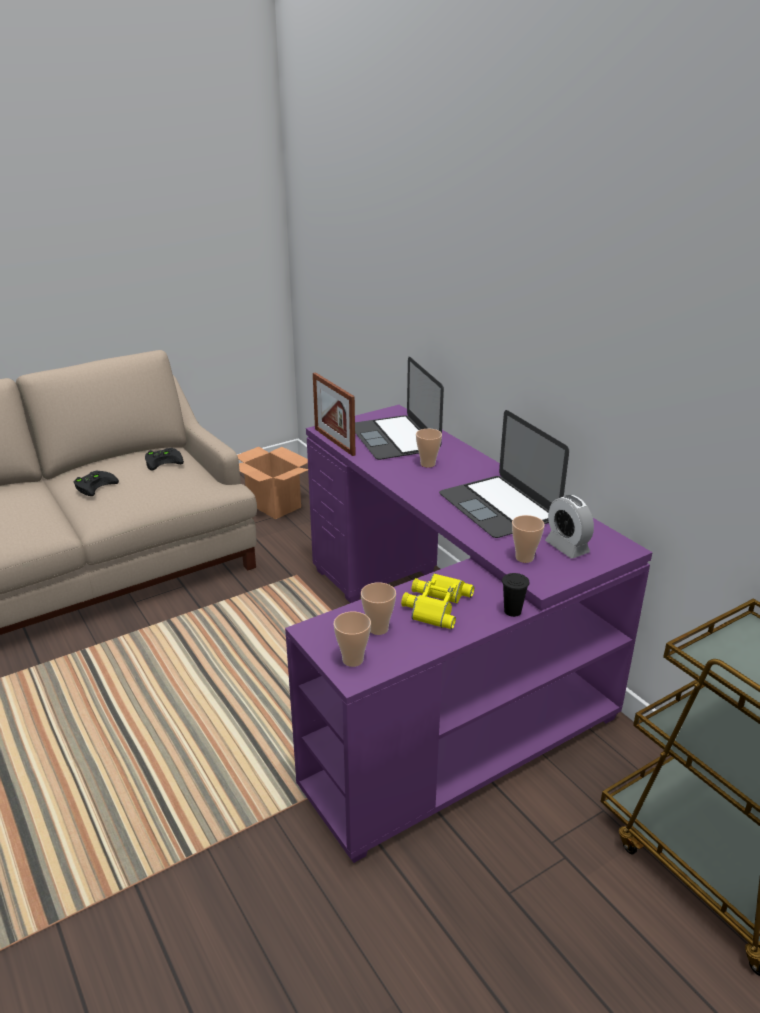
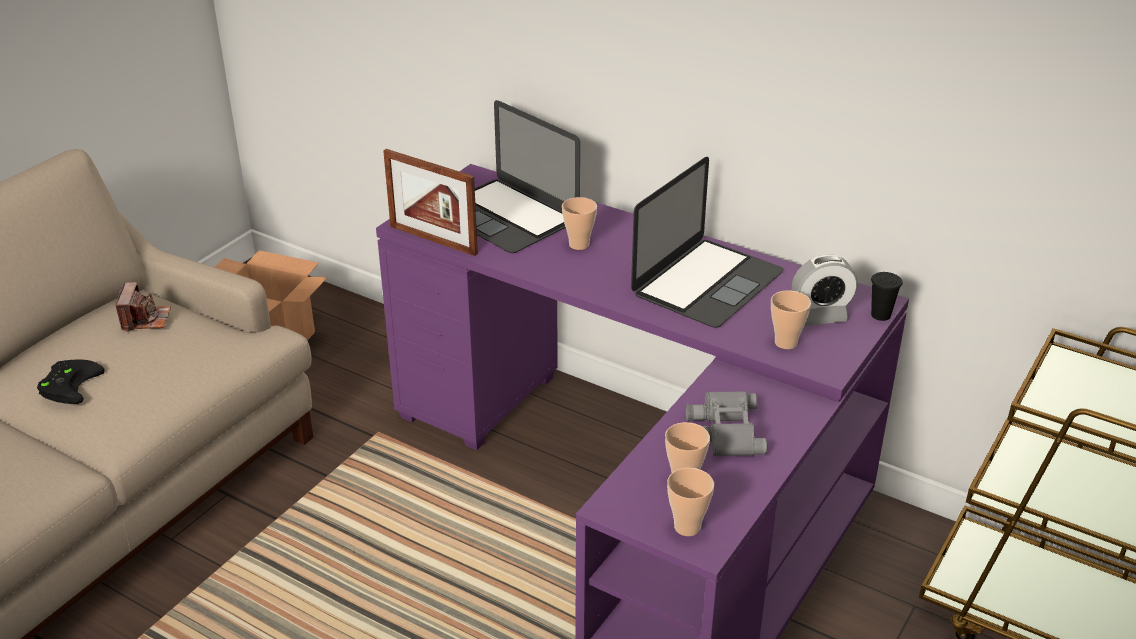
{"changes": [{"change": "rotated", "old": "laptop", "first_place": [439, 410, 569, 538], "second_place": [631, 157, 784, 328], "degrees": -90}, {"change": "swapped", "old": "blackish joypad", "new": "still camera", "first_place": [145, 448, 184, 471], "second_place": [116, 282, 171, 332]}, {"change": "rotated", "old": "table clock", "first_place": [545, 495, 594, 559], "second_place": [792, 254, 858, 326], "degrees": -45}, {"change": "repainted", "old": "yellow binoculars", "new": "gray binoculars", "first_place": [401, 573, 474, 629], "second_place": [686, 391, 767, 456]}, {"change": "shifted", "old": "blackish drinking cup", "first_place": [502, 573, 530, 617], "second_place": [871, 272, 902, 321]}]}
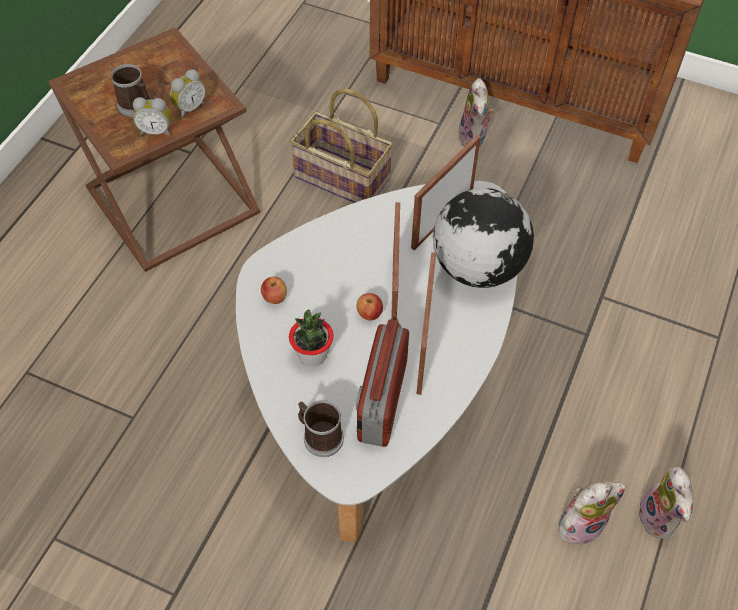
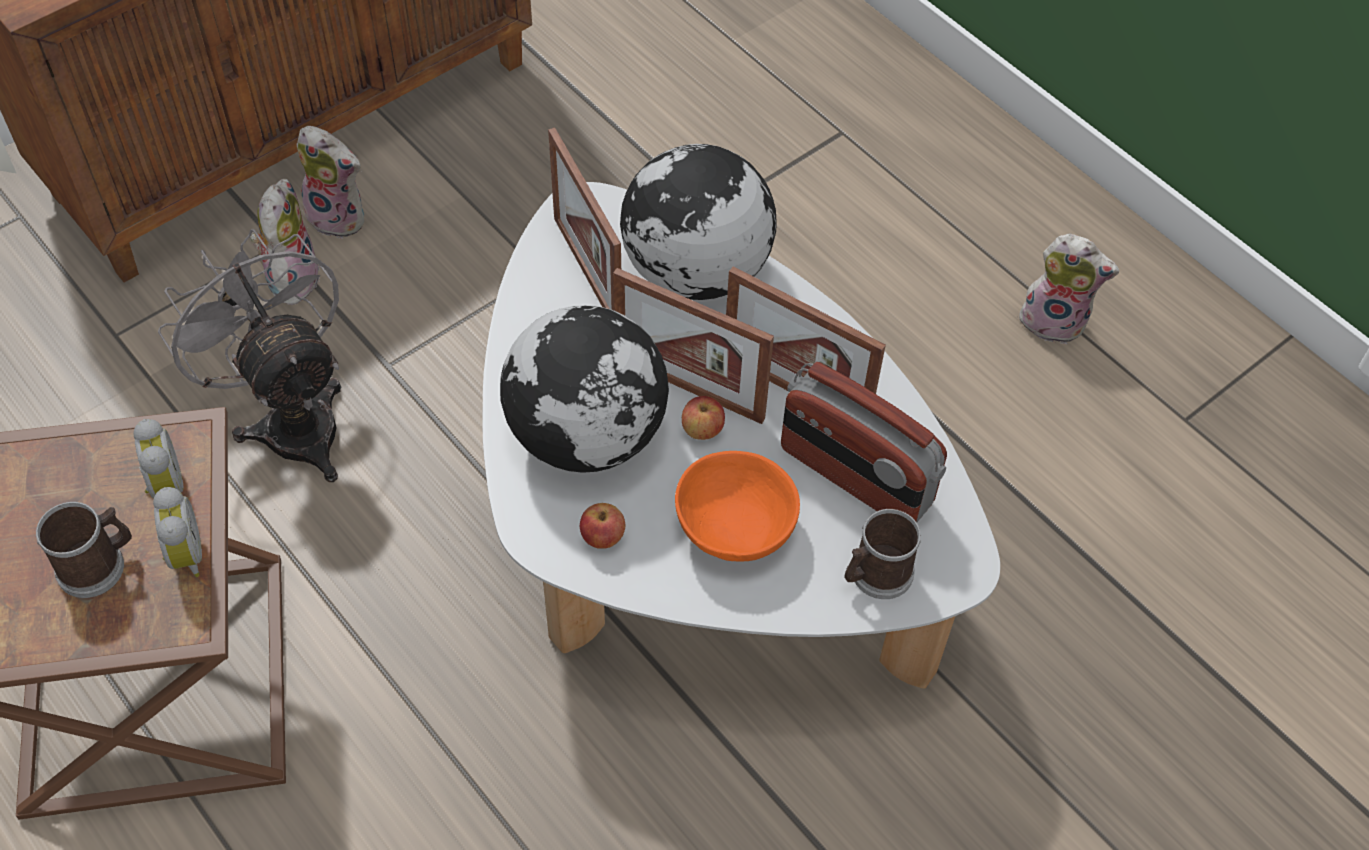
{"changes": [{"change": "swapped", "old": "household basket", "new": "gray electric fan", "first_place": [290, 88, 393, 203], "second_place": [158, 229, 341, 482]}, {"change": "rotated", "old": "table clock", "first_place": [133, 97, 171, 136], "second_place": [153, 487, 202, 577], "degrees": -45}, {"change": "swapped", "old": "potted plant", "new": "orange bowl", "first_place": [289, 310, 334, 367], "second_place": [675, 451, 800, 562]}, {"change": "shifted", "old": "soft toy", "first_place": [558, 482, 626, 545], "second_place": [250, 179, 320, 305]}, {"change": "new", "new": "desk globe", "second_place": [500, 305, 669, 473]}]}
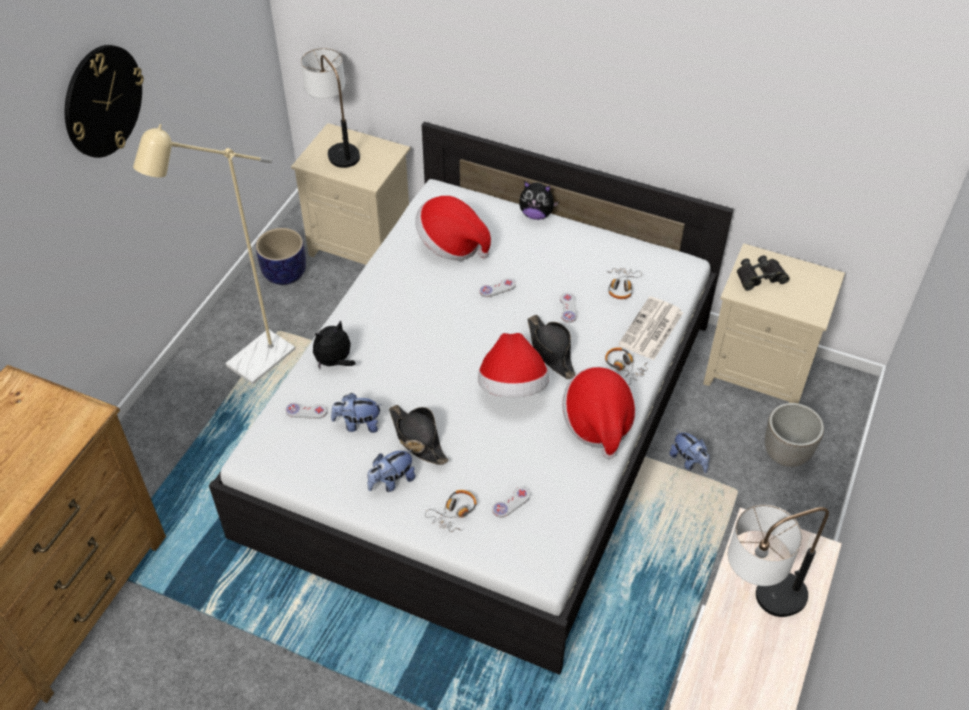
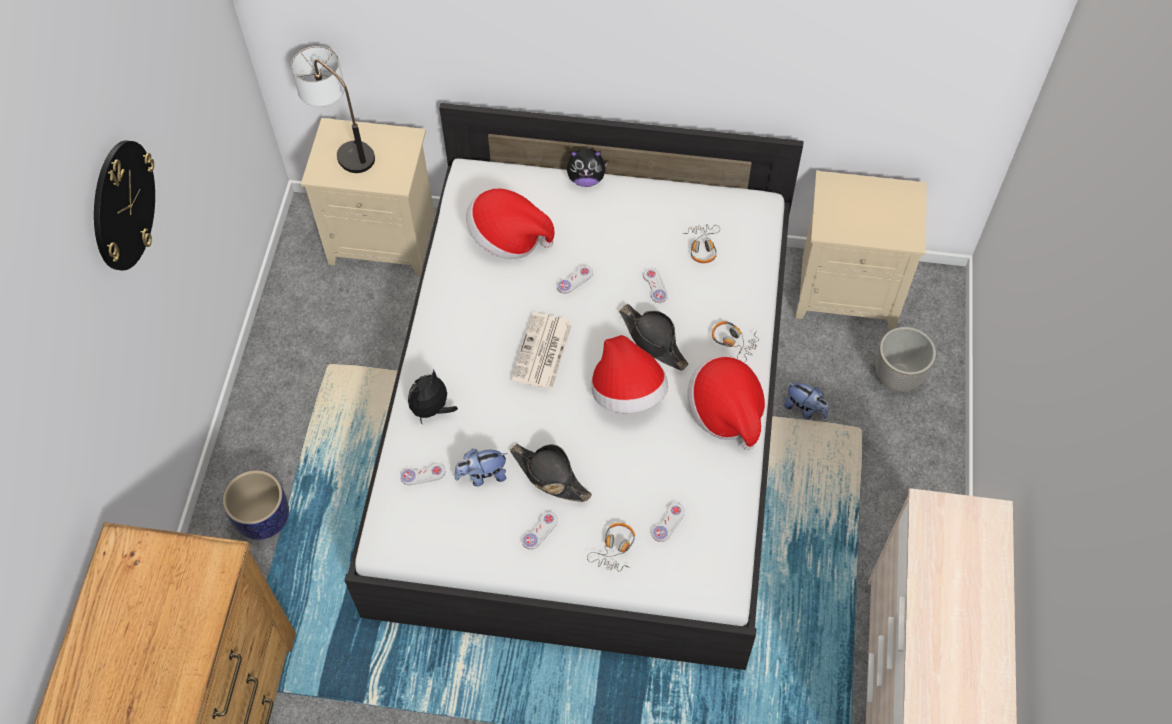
{"changes": [{"change": "gone", "old": "sand-coloured standard lamp", "first_place": [133, 124, 295, 384]}, {"change": "shifted", "old": "plant pot", "first_place": [256, 228, 306, 285], "second_place": [223, 470, 289, 540]}, {"change": "gone", "old": "blackish binoculars", "first_place": [737, 255, 790, 291]}, {"change": "shifted", "old": "newspaper", "first_place": [618, 296, 683, 360], "second_place": [511, 312, 572, 390]}, {"change": "swapped", "old": "soft toy", "new": "white joypad", "first_place": [367, 449, 415, 492], "second_place": [522, 511, 558, 550]}, {"change": "gone", "old": "lamp for a table", "first_place": [728, 504, 829, 617]}]}
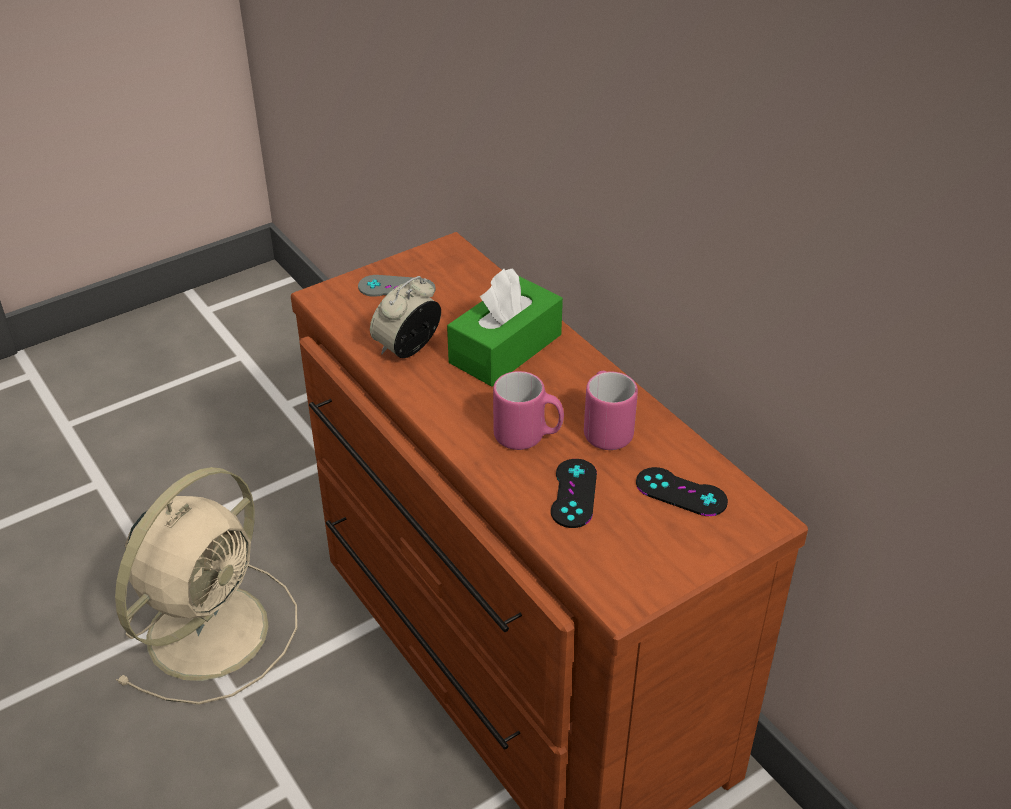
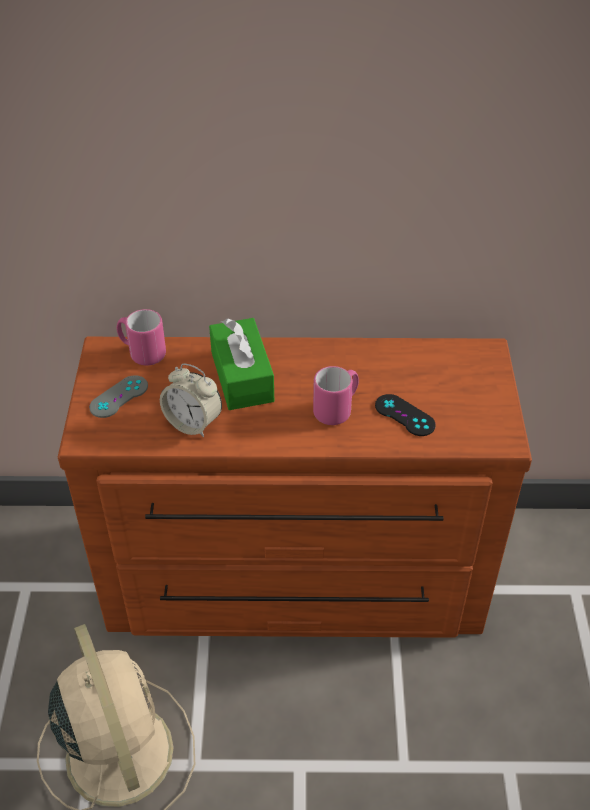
{"changes": [{"change": "rotated", "old": "table clock", "first_place": [370, 276, 441, 358], "second_place": [160, 363, 222, 437], "degrees": -45}, {"change": "shifted", "old": "pinkish tea mug", "first_place": [584, 371, 638, 450], "second_place": [117, 309, 166, 365]}, {"change": "gone", "old": "blackish joypad", "first_place": [636, 467, 728, 516]}]}
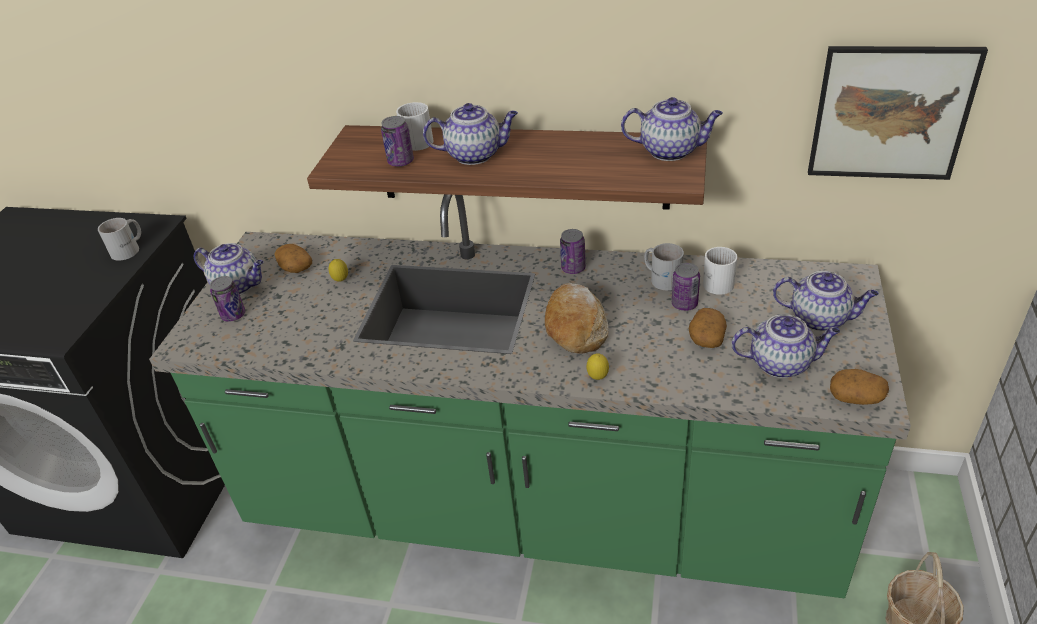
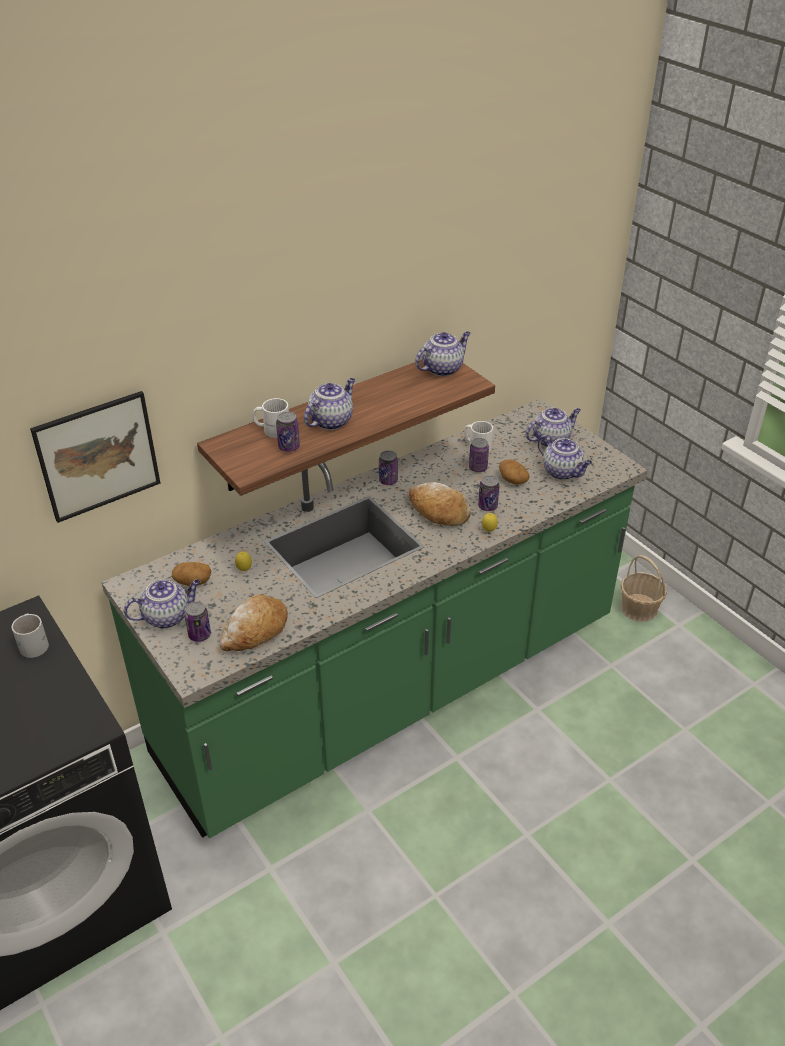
{"changes": [{"change": "shifted", "old": "picture", "first_place": [808, 46, 988, 180], "second_place": [30, 391, 160, 523]}, {"change": "gone", "old": "white tea mug", "first_place": [644, 243, 684, 290]}, {"change": "rotated", "old": "teapot", "first_place": [731, 314, 840, 378], "second_place": [538, 435, 592, 480], "degrees": 90}, {"change": "gone", "old": "spud", "first_place": [830, 369, 889, 405]}, {"change": "new", "new": "metal can", "second_place": [478, 475, 500, 511]}, {"change": "new", "new": "bakery bread", "second_place": [220, 594, 288, 652]}]}
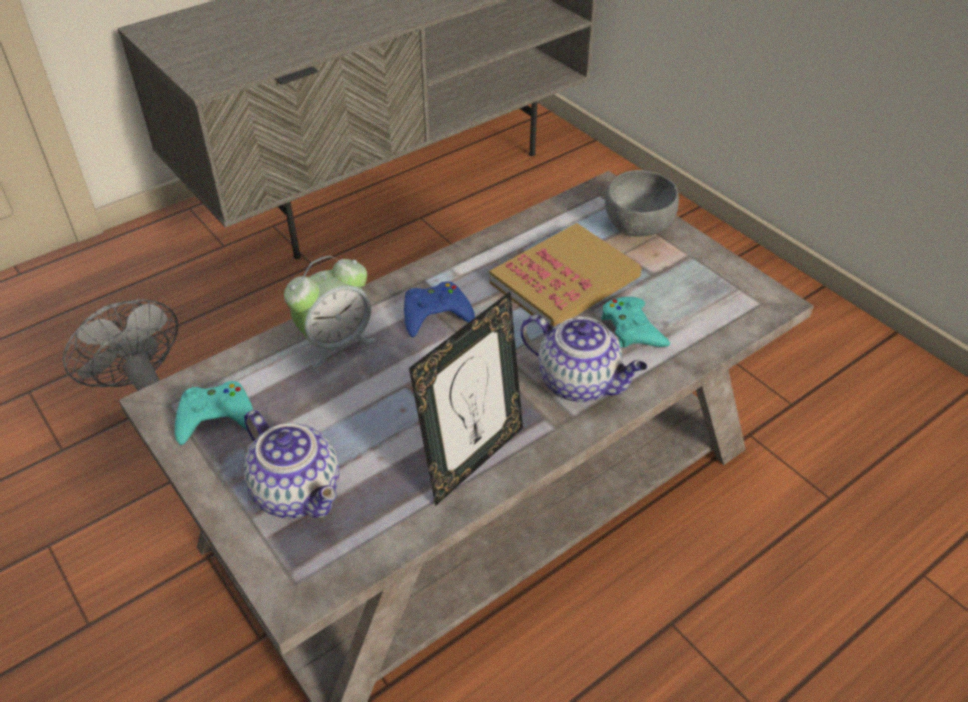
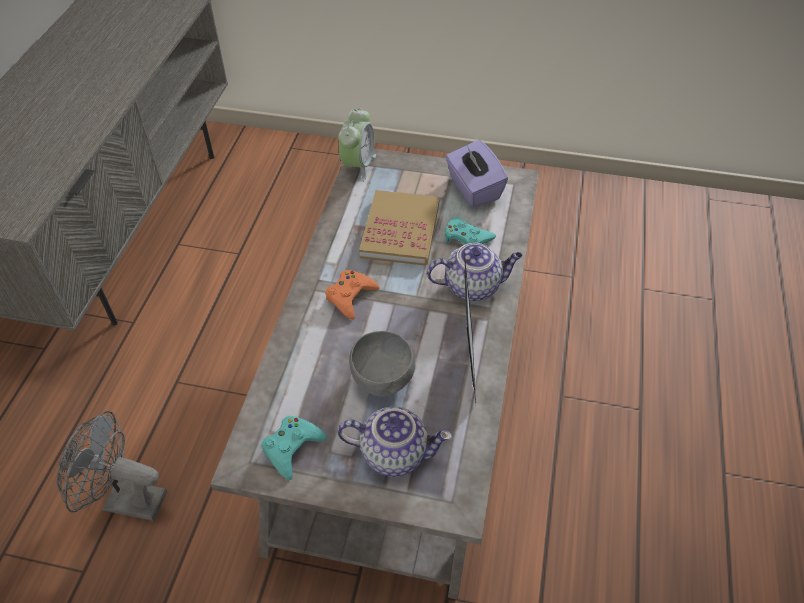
{"changes": [{"change": "shifted", "old": "gray bowl", "first_place": [605, 170, 679, 237], "second_place": [349, 331, 415, 397]}, {"change": "shifted", "old": "table clock", "first_place": [284, 256, 376, 368], "second_place": [338, 108, 376, 182]}, {"change": "repainted", "old": "bluish joypad", "new": "orange joypad", "first_place": [404, 282, 475, 337], "second_place": [325, 270, 379, 320]}, {"change": "new", "new": "purplish box of tissues", "second_place": [445, 140, 508, 207]}]}
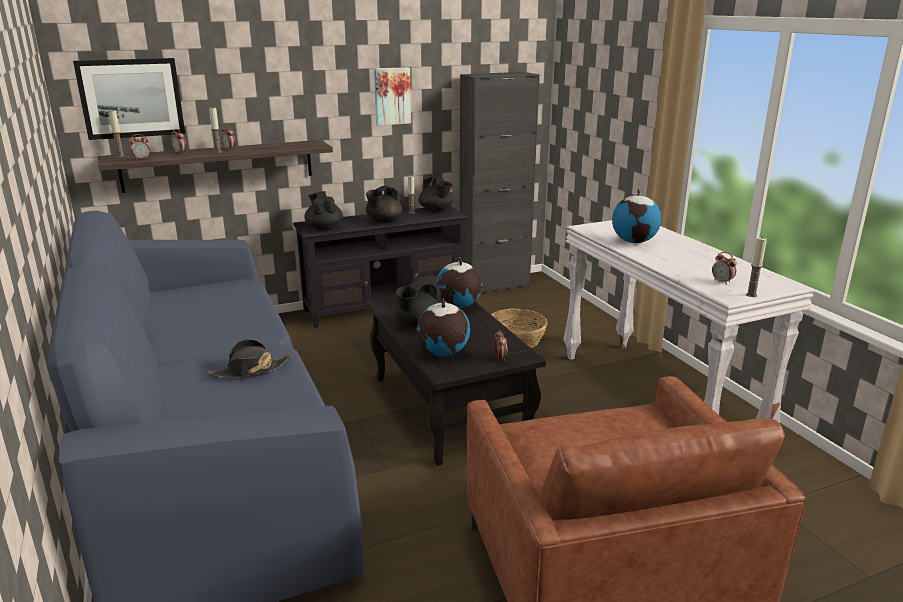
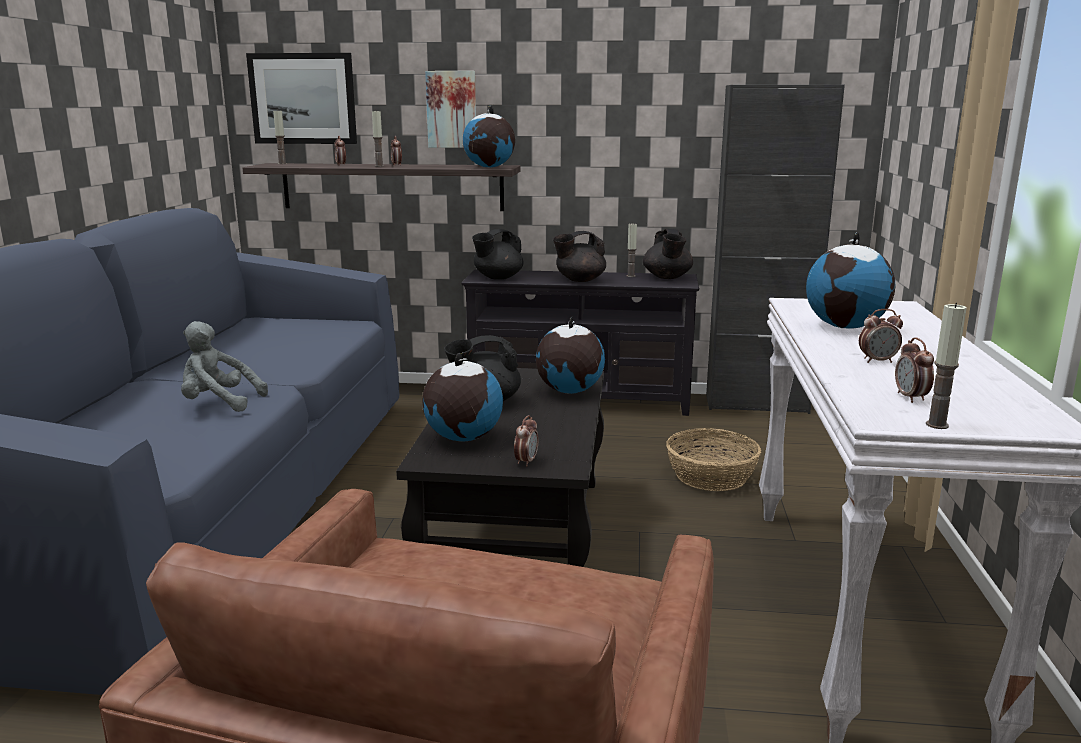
{"changes": [{"change": "shifted", "old": "picture", "first_place": [374, 67, 411, 126], "second_place": [425, 71, 476, 148]}, {"change": "shifted", "old": "table clock", "first_place": [129, 134, 150, 160], "second_place": [859, 309, 903, 363]}, {"change": "rotated", "old": "blackish teapot", "first_place": [304, 191, 343, 230], "second_place": [472, 229, 523, 280], "degrees": -135}, {"change": "swapped", "old": "blackish wearable hat", "new": "gray soft toy", "first_place": [208, 339, 292, 378], "second_place": [181, 321, 268, 412]}, {"change": "new", "new": "desk globe", "second_place": [463, 105, 515, 168]}]}
